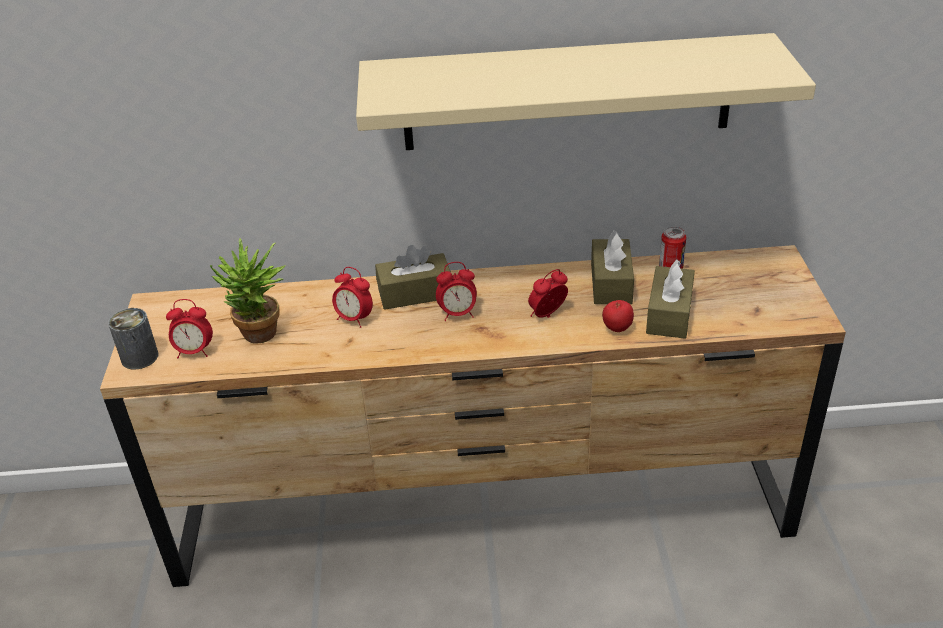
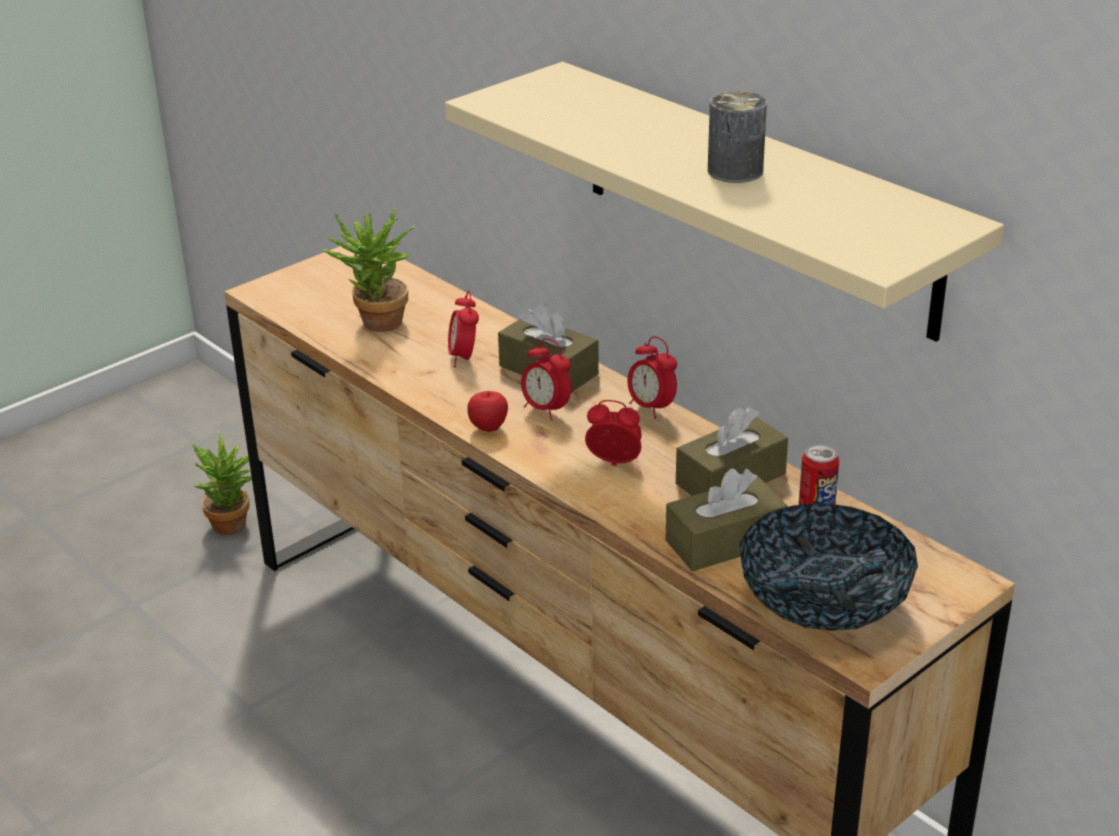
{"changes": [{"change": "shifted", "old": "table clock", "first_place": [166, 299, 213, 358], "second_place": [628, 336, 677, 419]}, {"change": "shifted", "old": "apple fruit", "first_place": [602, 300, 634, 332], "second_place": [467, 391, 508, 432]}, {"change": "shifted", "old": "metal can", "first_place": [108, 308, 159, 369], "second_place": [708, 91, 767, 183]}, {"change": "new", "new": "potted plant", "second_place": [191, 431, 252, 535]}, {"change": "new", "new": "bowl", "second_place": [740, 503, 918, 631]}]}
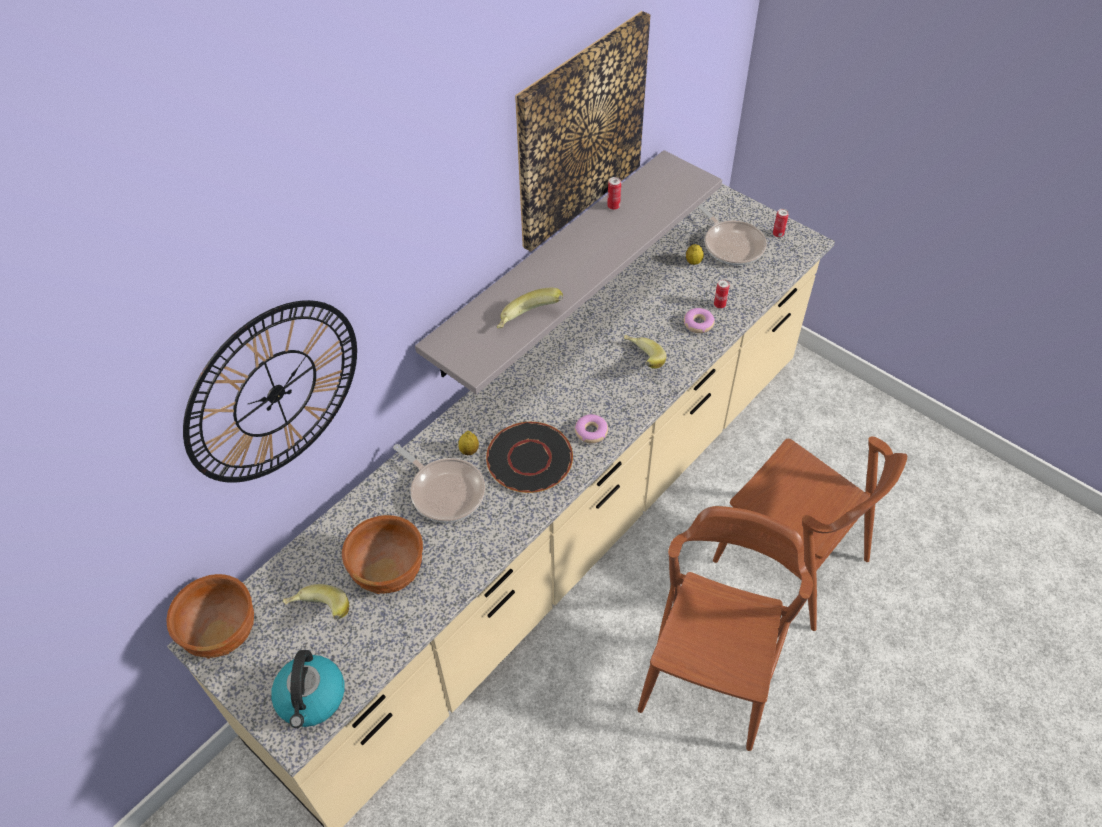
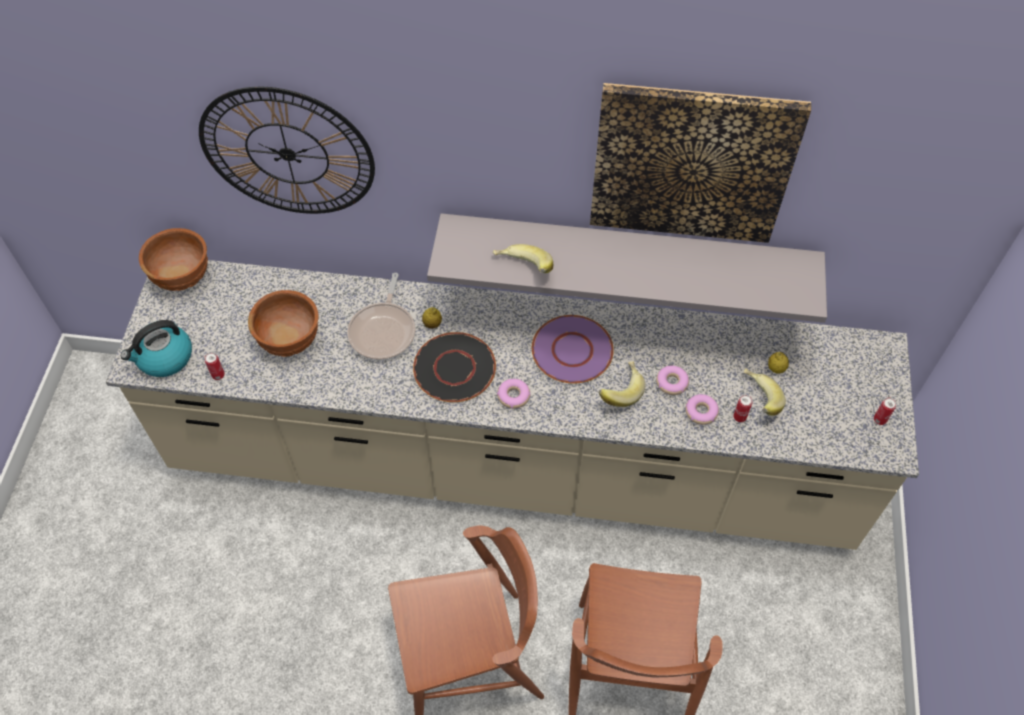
{"changes": [{"change": "shifted", "old": "metal can", "first_place": [607, 177, 621, 210], "second_place": [204, 352, 225, 380]}, {"change": "gone", "old": "skillet", "first_place": [698, 204, 767, 265]}, {"change": "shifted", "old": "banana", "first_place": [283, 584, 349, 620], "second_place": [744, 368, 786, 416]}, {"change": "new", "new": "purplish flat dish", "second_place": [532, 315, 614, 384]}, {"change": "new", "new": "ring doughnut", "second_place": [656, 366, 689, 395]}]}
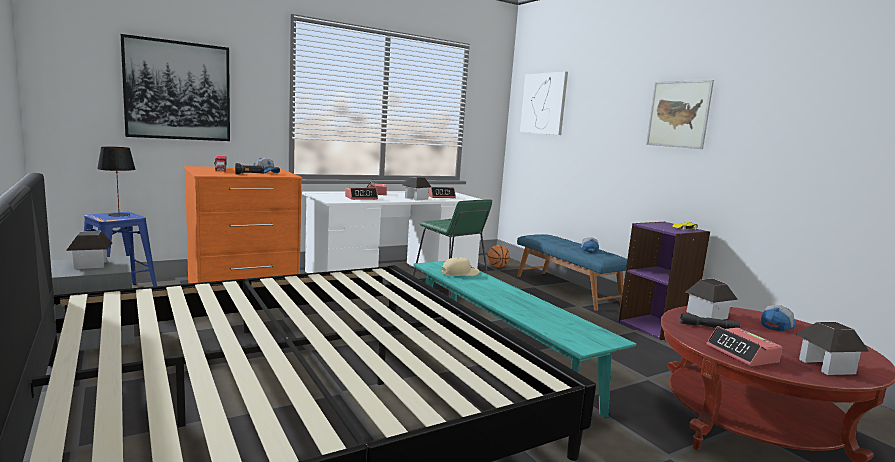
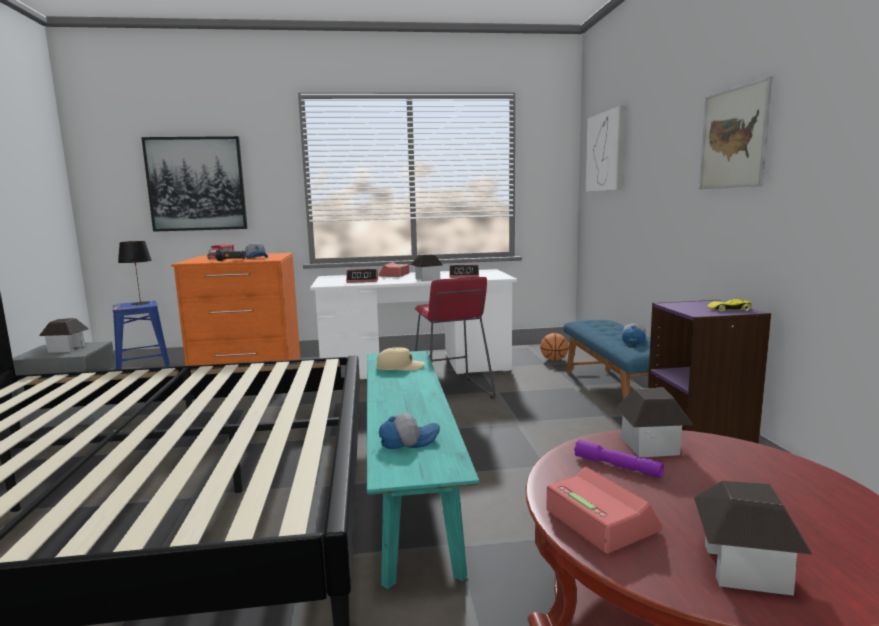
{"changes": [{"change": "repainted", "old": "green stool", "new": "reddish stool", "first_place": [413, 199, 492, 297], "second_place": [415, 277, 495, 399]}, {"change": "shifted", "old": "cap", "first_place": [761, 305, 796, 331], "second_place": [379, 413, 440, 449]}, {"change": "repainted", "old": "gray hand torch", "new": "purplish hand torch", "first_place": [680, 313, 740, 329], "second_place": [574, 440, 664, 478]}, {"change": "rotated", "old": "table clock", "first_place": [706, 326, 782, 367], "second_place": [546, 467, 662, 553], "degrees": 150}]}
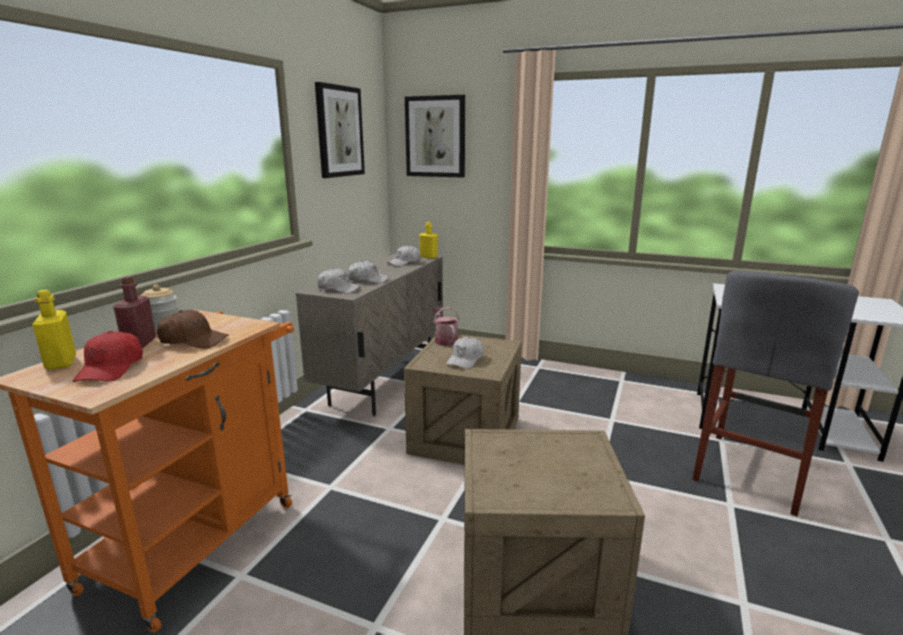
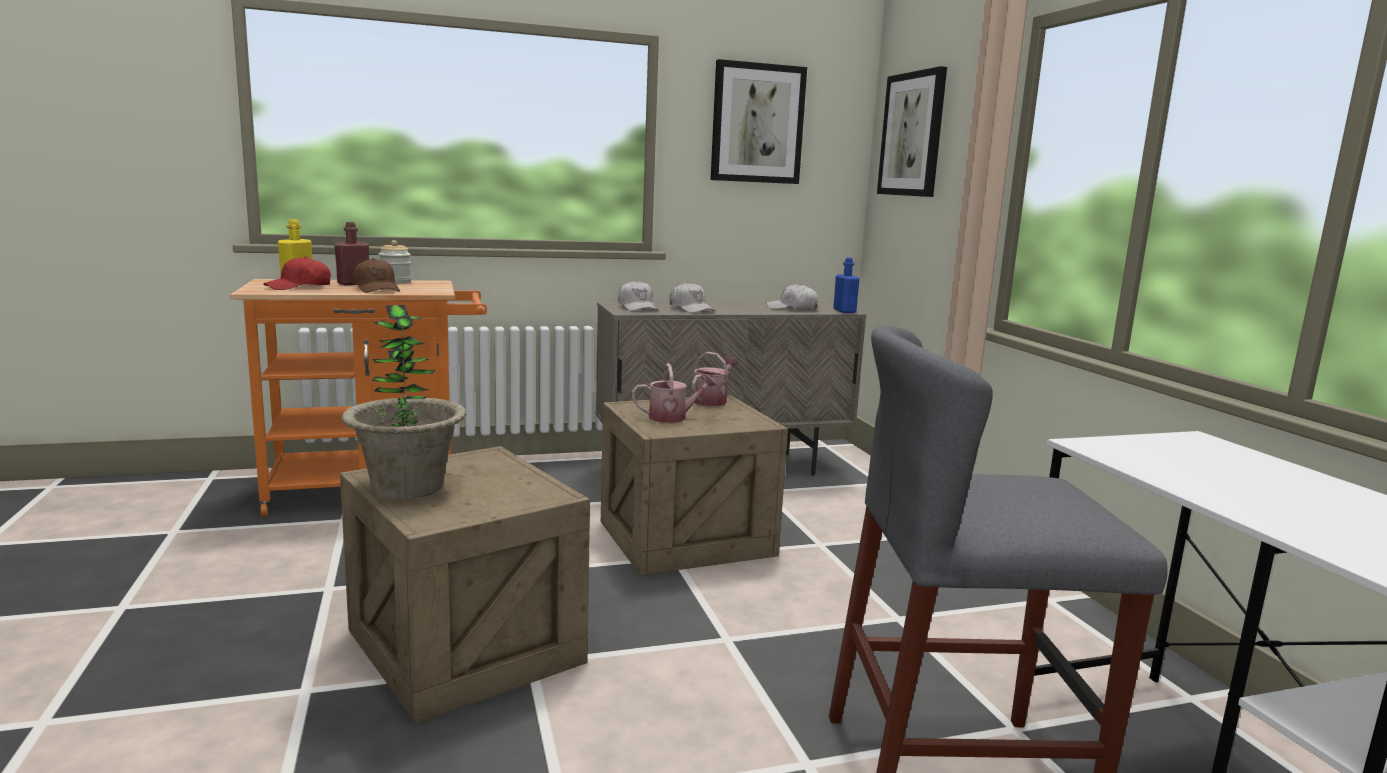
{"changes": [{"change": "repainted", "old": "yellow bottle", "new": "bluish bottle", "first_place": [419, 222, 438, 259], "second_place": [833, 258, 859, 313]}, {"change": "swapped", "old": "white cap", "new": "sprinkling can", "first_place": [446, 337, 484, 369], "second_place": [632, 363, 718, 423]}, {"change": "new", "new": "potted plant", "second_place": [341, 305, 467, 499]}]}
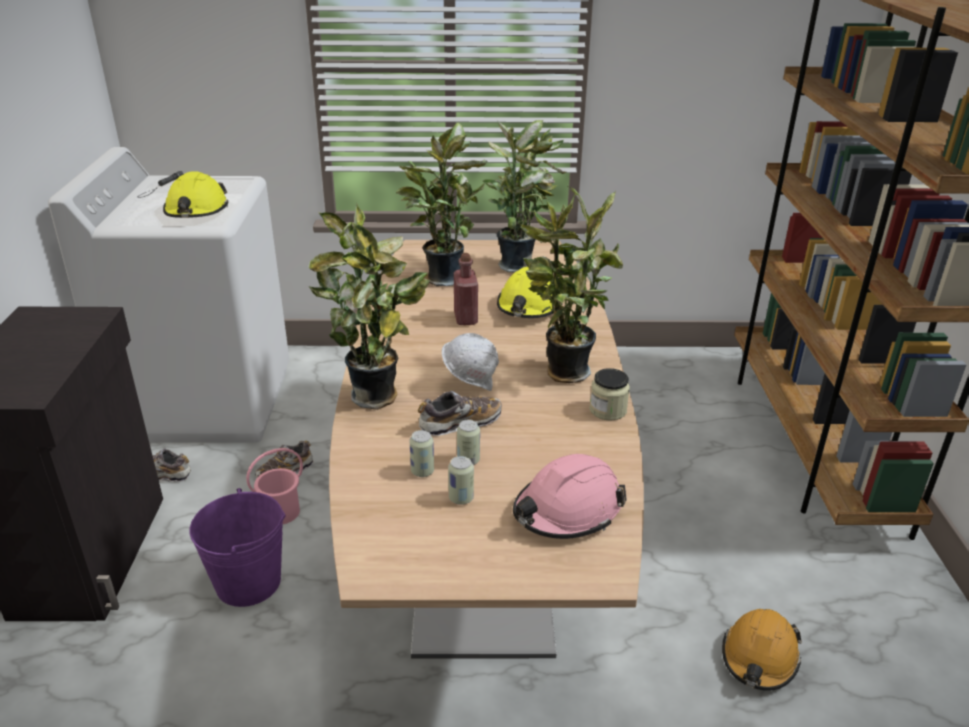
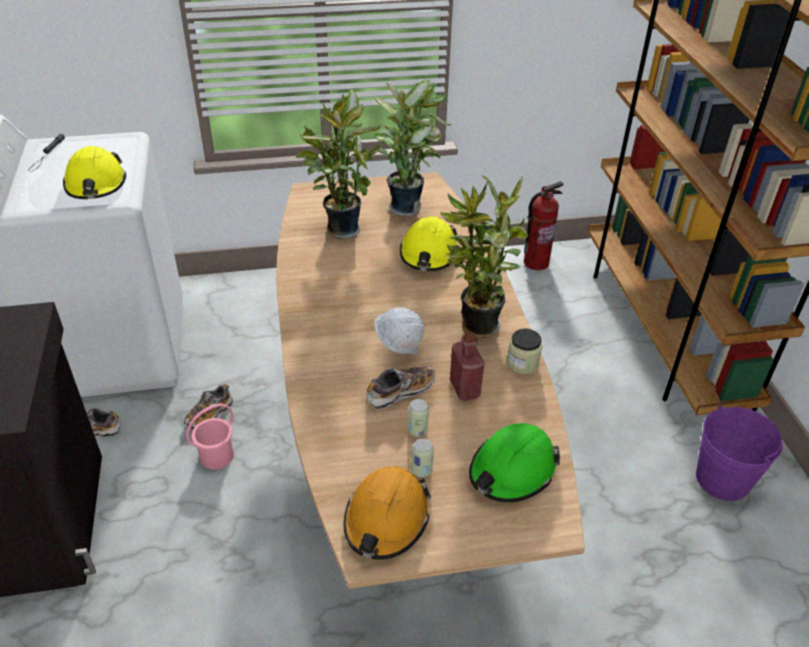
{"changes": [{"change": "gone", "old": "potted plant", "first_place": [308, 203, 430, 410]}, {"change": "shifted", "old": "reddish bottle", "first_place": [454, 253, 478, 325], "second_place": [450, 331, 485, 401]}, {"change": "gone", "old": "metal can", "first_place": [410, 430, 434, 477]}, {"change": "repainted", "old": "pinkish hard hat", "new": "green hard hat", "first_place": [513, 454, 627, 539], "second_place": [469, 423, 560, 502]}, {"change": "shifted", "old": "purplish water bucket", "first_place": [189, 488, 286, 607], "second_place": [696, 405, 782, 501]}, {"change": "shifted", "old": "orange hard hat", "first_place": [722, 609, 801, 691], "second_place": [344, 466, 431, 560]}, {"change": "new", "new": "fire-fighting cylinder", "second_place": [524, 181, 564, 270]}]}
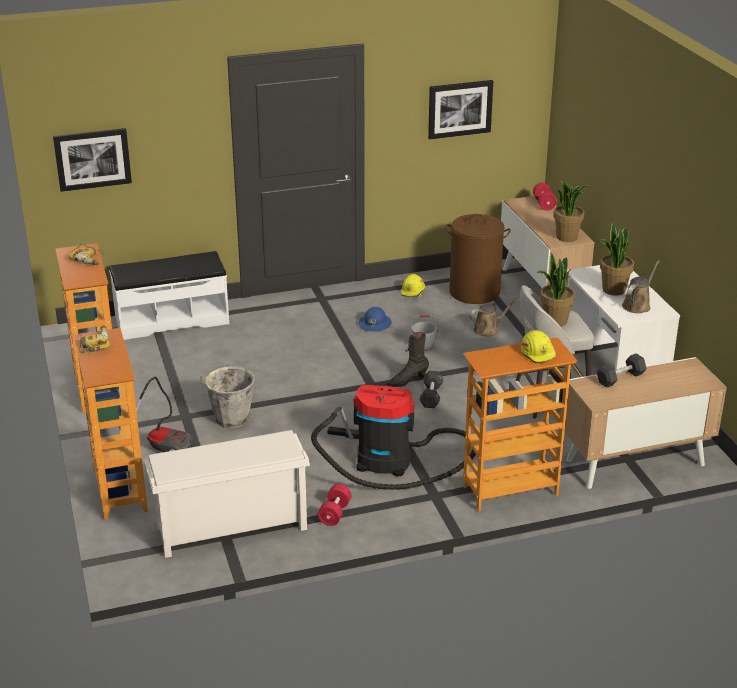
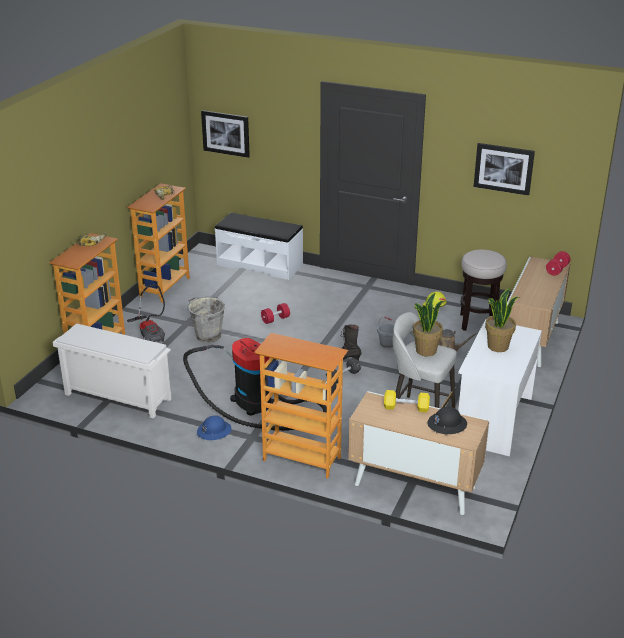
{"changes": [{"change": "gone", "old": "potted plant", "first_place": [553, 180, 590, 242]}, {"change": "swapped", "old": "brown hamper", "new": "stool", "first_place": [445, 214, 511, 304], "second_place": [460, 249, 507, 331]}, {"change": "gone", "old": "brown sprinkling can", "first_place": [622, 260, 660, 313]}, {"change": "shifted", "old": "bluish hard hat", "first_place": [358, 307, 392, 332], "second_place": [197, 415, 231, 440]}, {"change": "gone", "old": "yellow hard hat", "first_place": [521, 330, 556, 364]}, {"change": "repainted", "old": "blackish dumbbell", "new": "yellow dumbbell", "first_place": [597, 353, 647, 388], "second_place": [384, 390, 430, 412]}, {"change": "shifted", "old": "reddish dumbbell", "first_place": [318, 484, 351, 526], "second_place": [261, 303, 290, 324]}, {"change": "new", "new": "blackish hard hat", "second_place": [427, 407, 467, 434]}]}
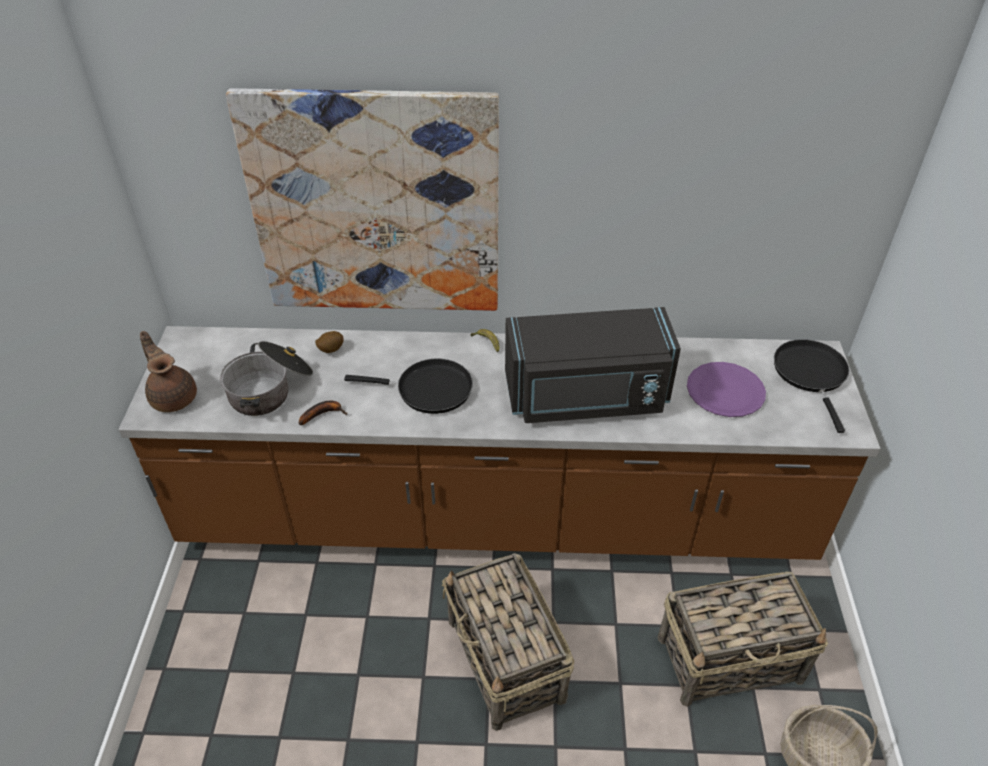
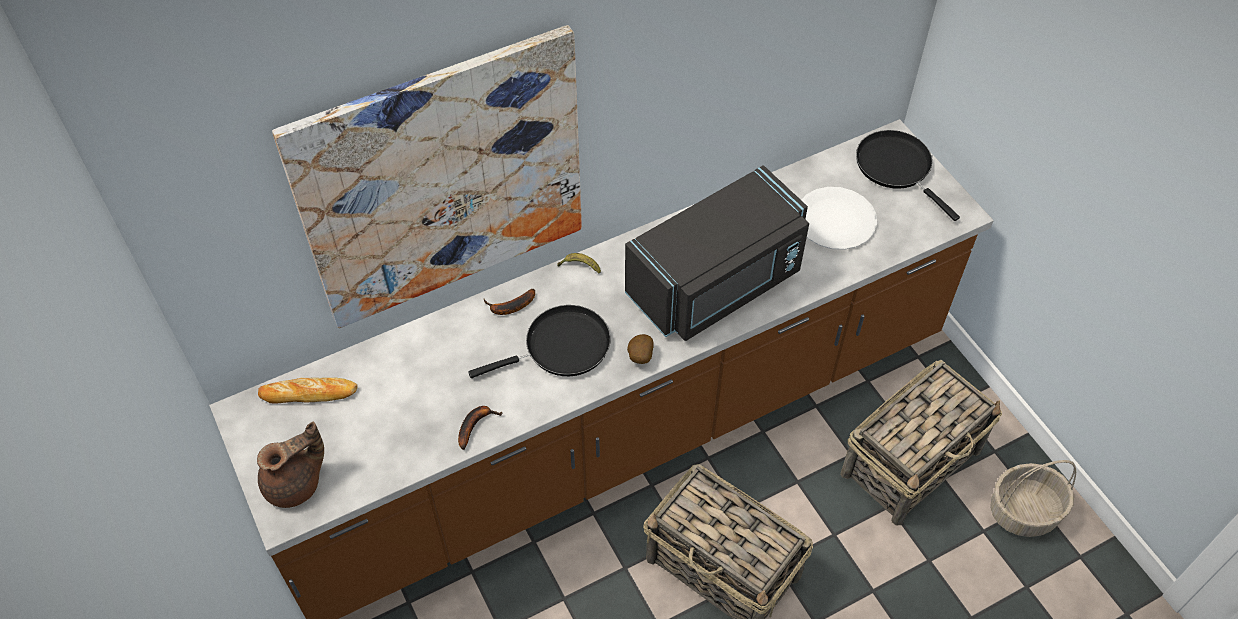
{"changes": [{"change": "rotated", "old": "brown teapot", "first_place": [140, 331, 197, 412], "second_place": [257, 422, 324, 508], "degrees": 120}, {"change": "shifted", "old": "spud", "first_place": [315, 331, 343, 353], "second_place": [627, 334, 654, 364]}, {"change": "gone", "old": "cooking pot", "first_place": [220, 341, 313, 416]}, {"change": "repainted", "old": "purplish flat dish", "new": "white flat dish", "first_place": [687, 362, 766, 417], "second_place": [801, 187, 877, 250]}, {"change": "new", "new": "banana", "second_place": [484, 288, 535, 315]}, {"change": "new", "new": "bakery bread", "second_place": [258, 377, 358, 403]}]}
